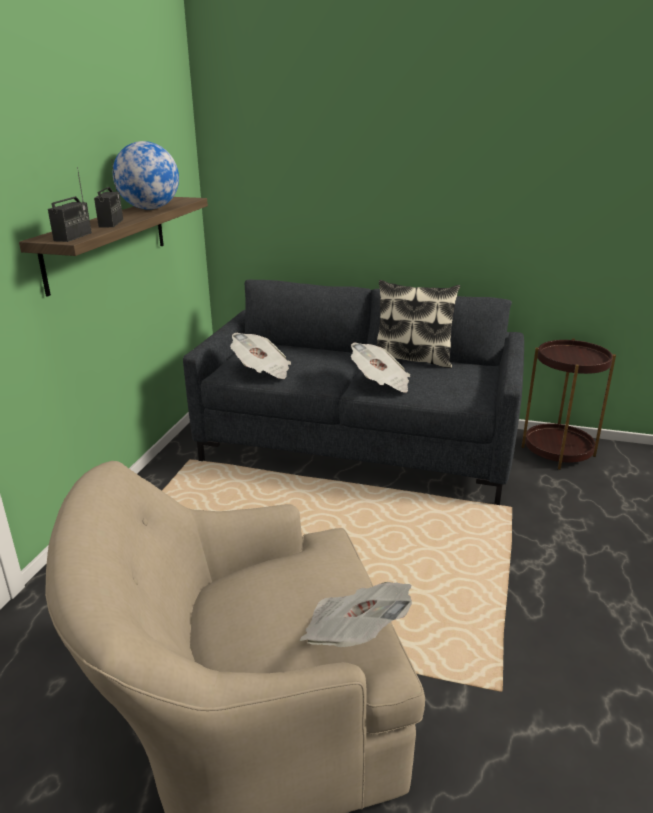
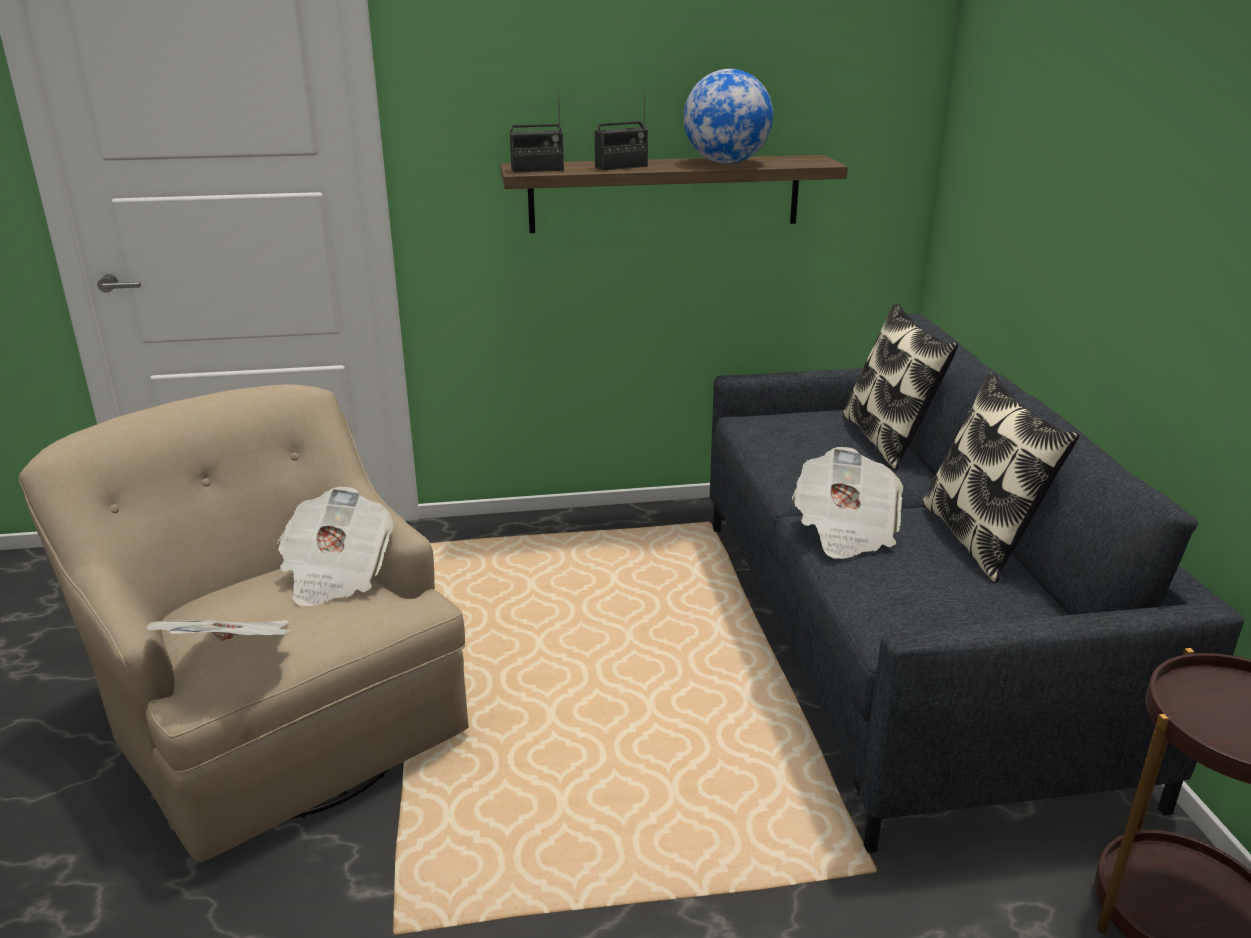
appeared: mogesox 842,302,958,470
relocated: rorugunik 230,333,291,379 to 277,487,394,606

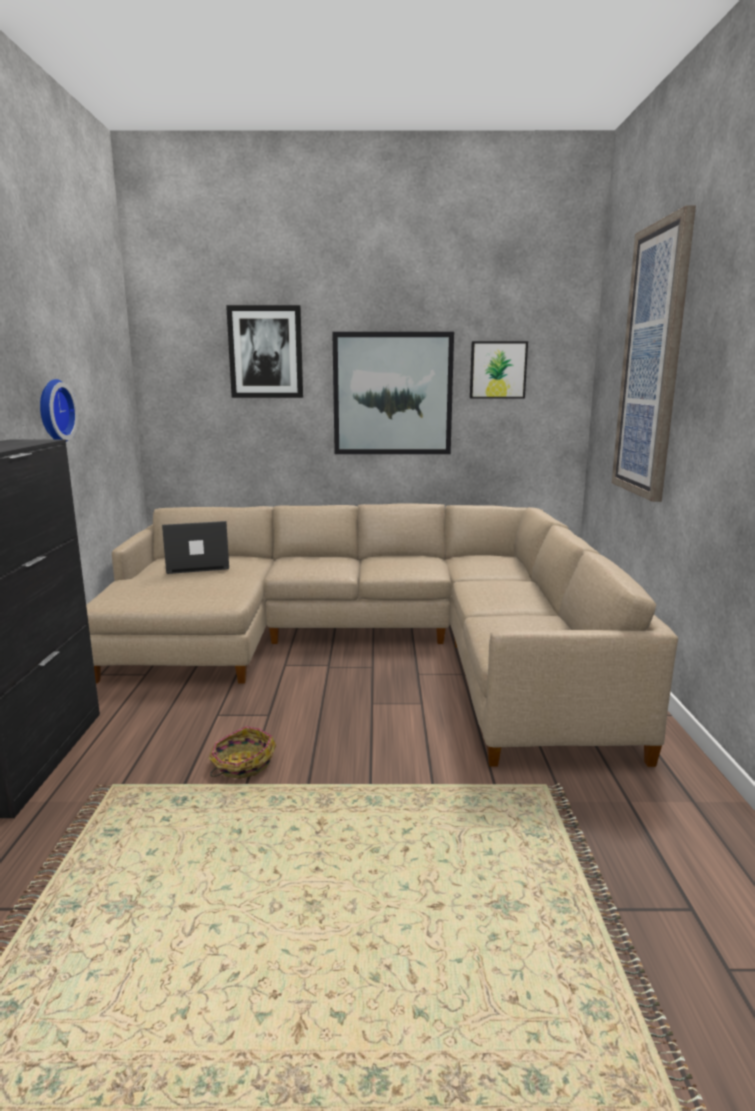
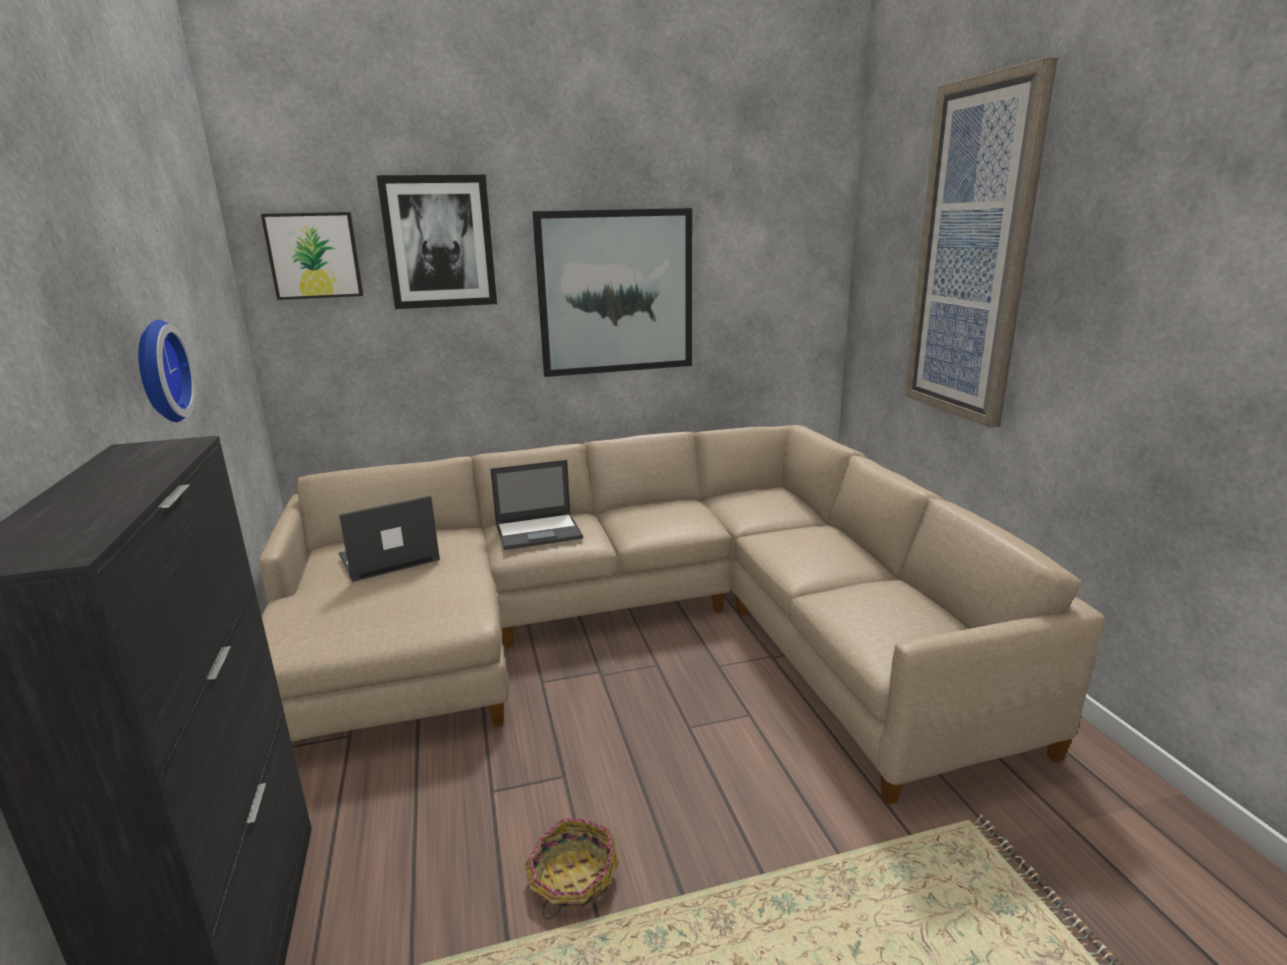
appeared: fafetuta 490,460,583,550
relocated: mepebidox 470,341,528,398 to 261,212,363,300

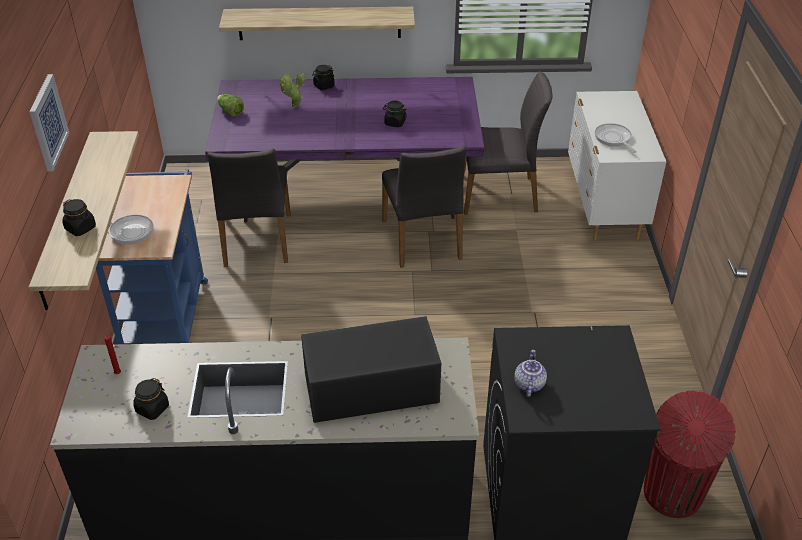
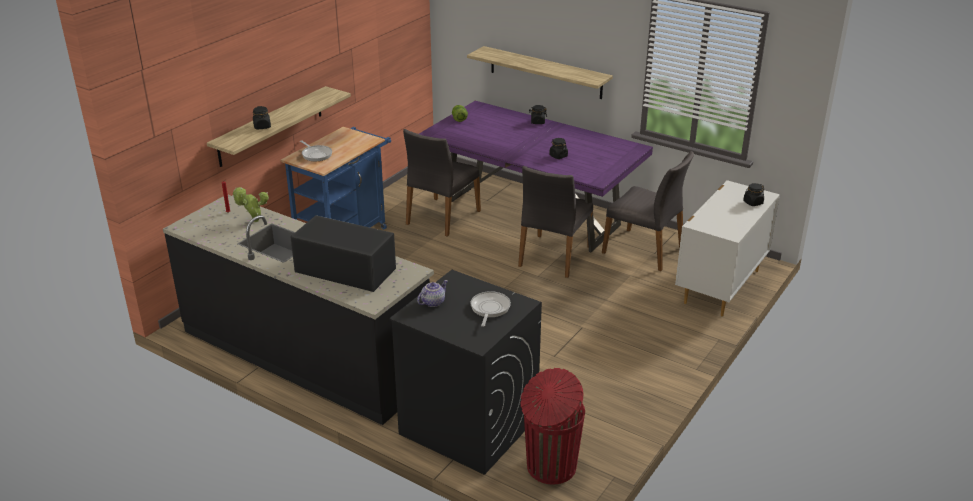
missing: mepebidox 29,74,69,172
relocated: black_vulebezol 133,378,169,420 to 743,183,764,206; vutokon 279,73,305,107 to 232,187,269,222; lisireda 595,123,637,153 to 470,291,511,327

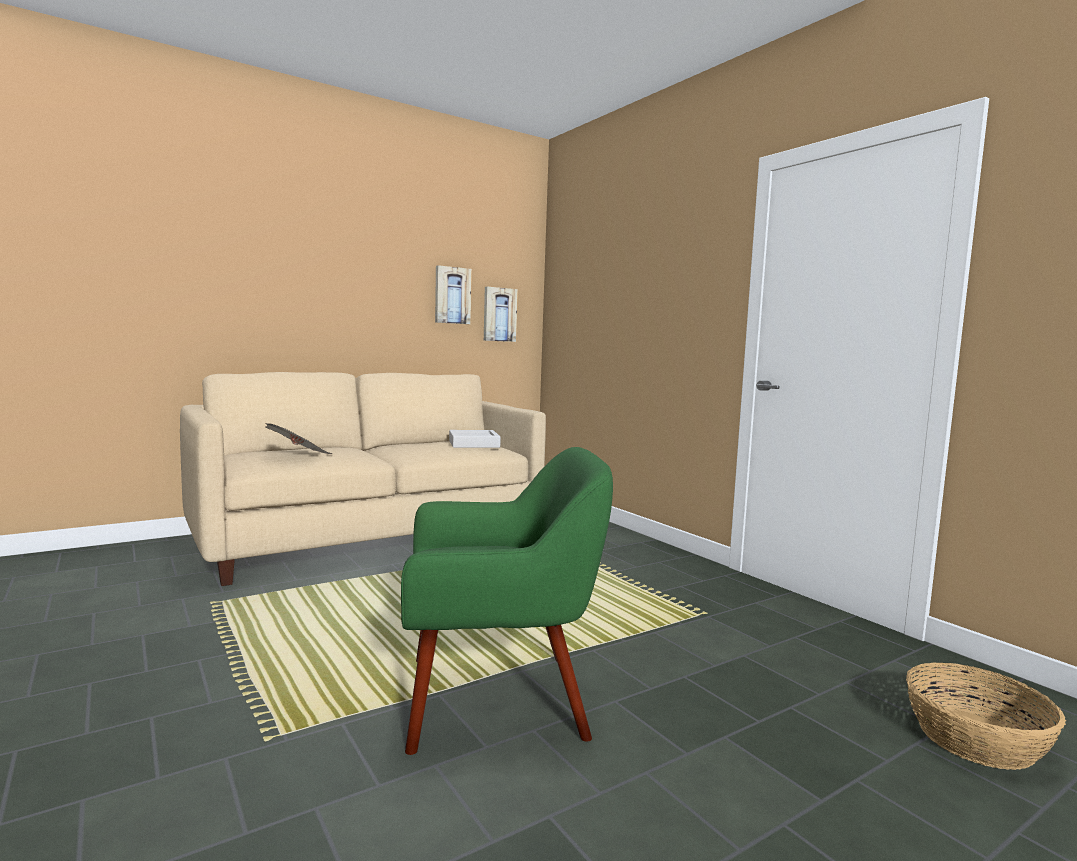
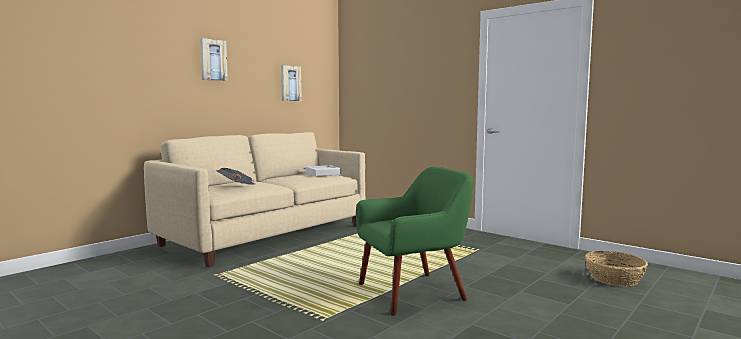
relocated: mepebidox 484,287,518,342 to 200,38,228,81

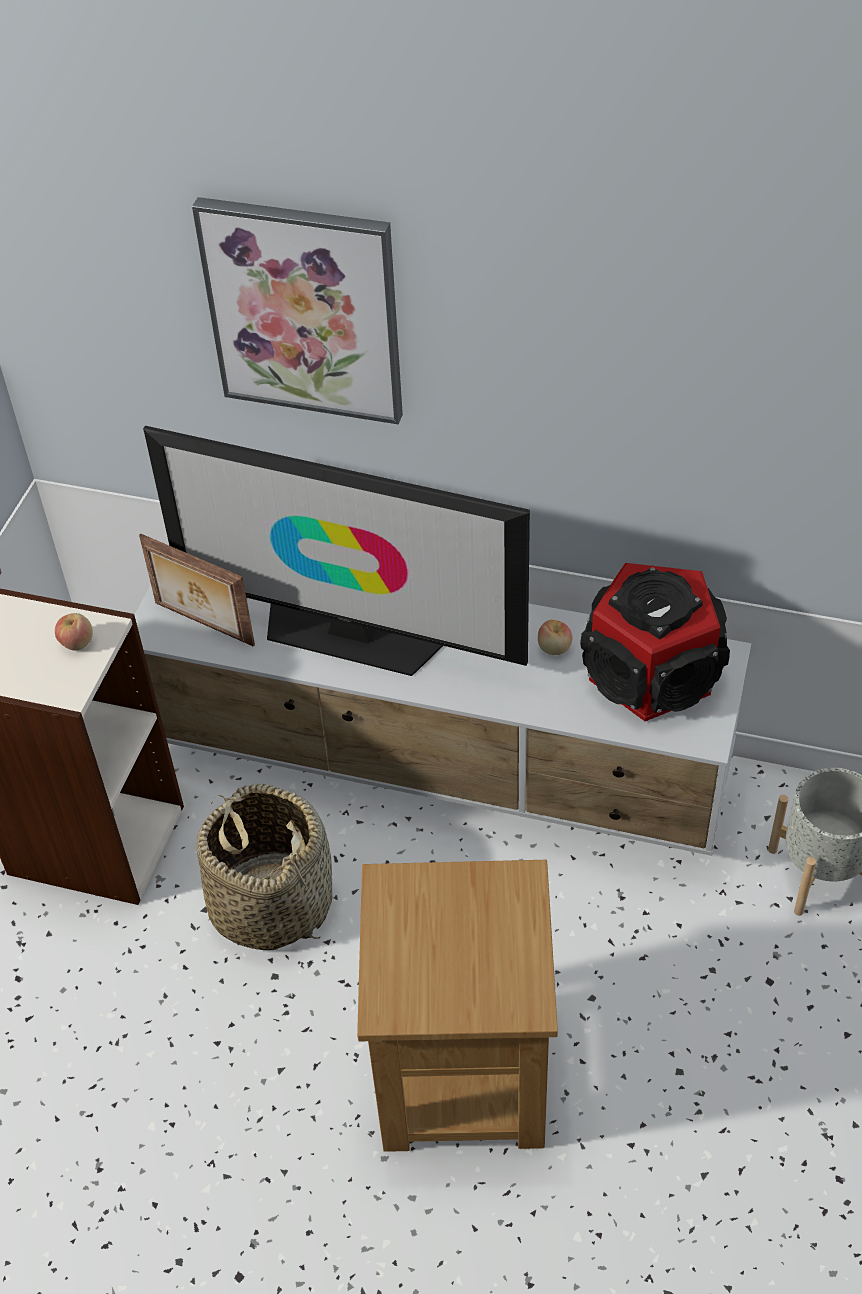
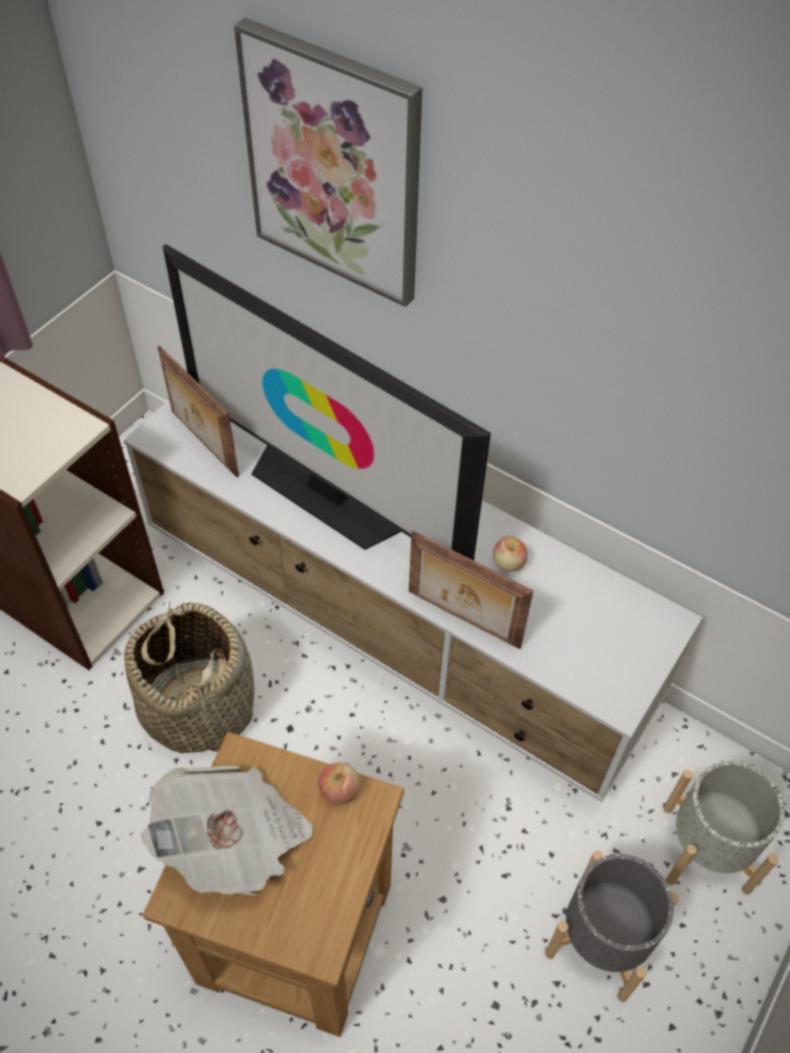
missing: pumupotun 580,563,730,721
appeared: rorugunik 141,766,313,896; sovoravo 409,531,534,649; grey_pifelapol 545,850,679,1002
relocated: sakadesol 55,613,93,651 to 318,762,359,805

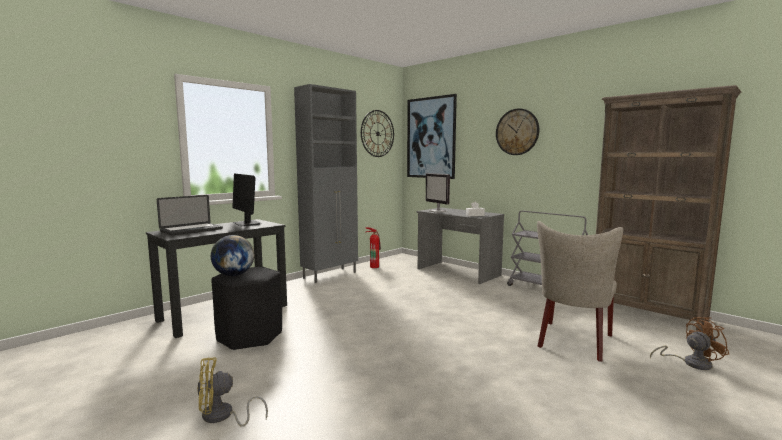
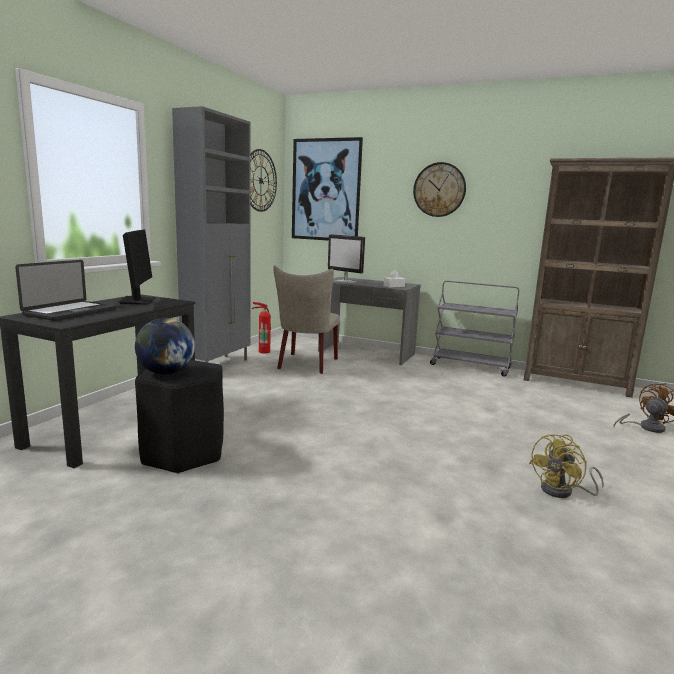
relocated: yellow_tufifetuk 197,357,268,427 to 529,434,604,498; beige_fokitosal 537,221,623,362 to 273,265,340,374
spun: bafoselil 232,173,260,226 = 119,229,156,304 135 degrees counterclockwise

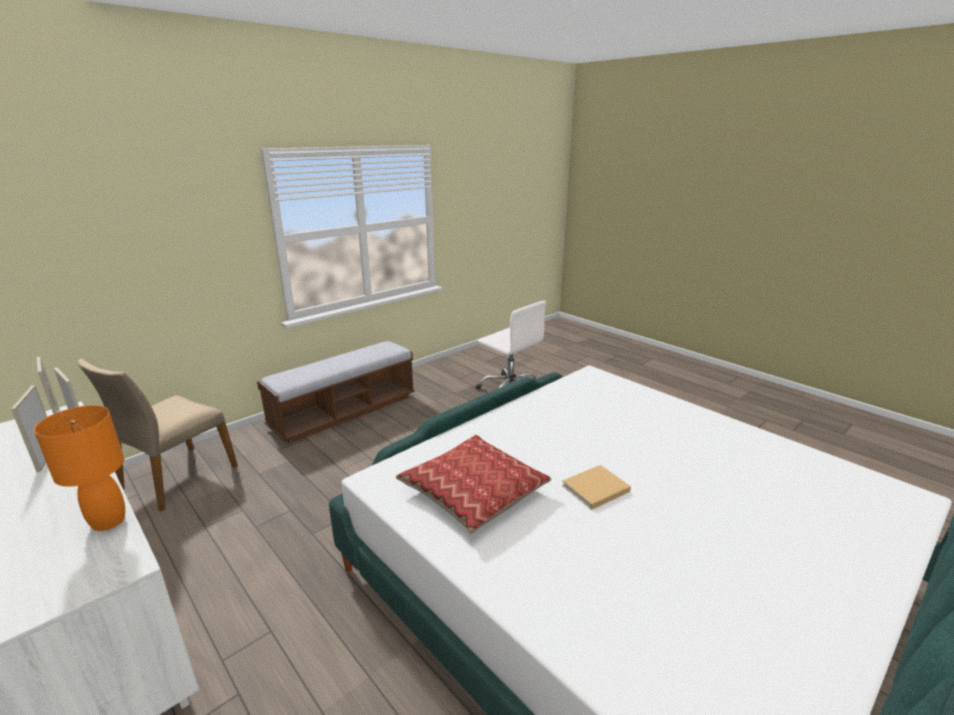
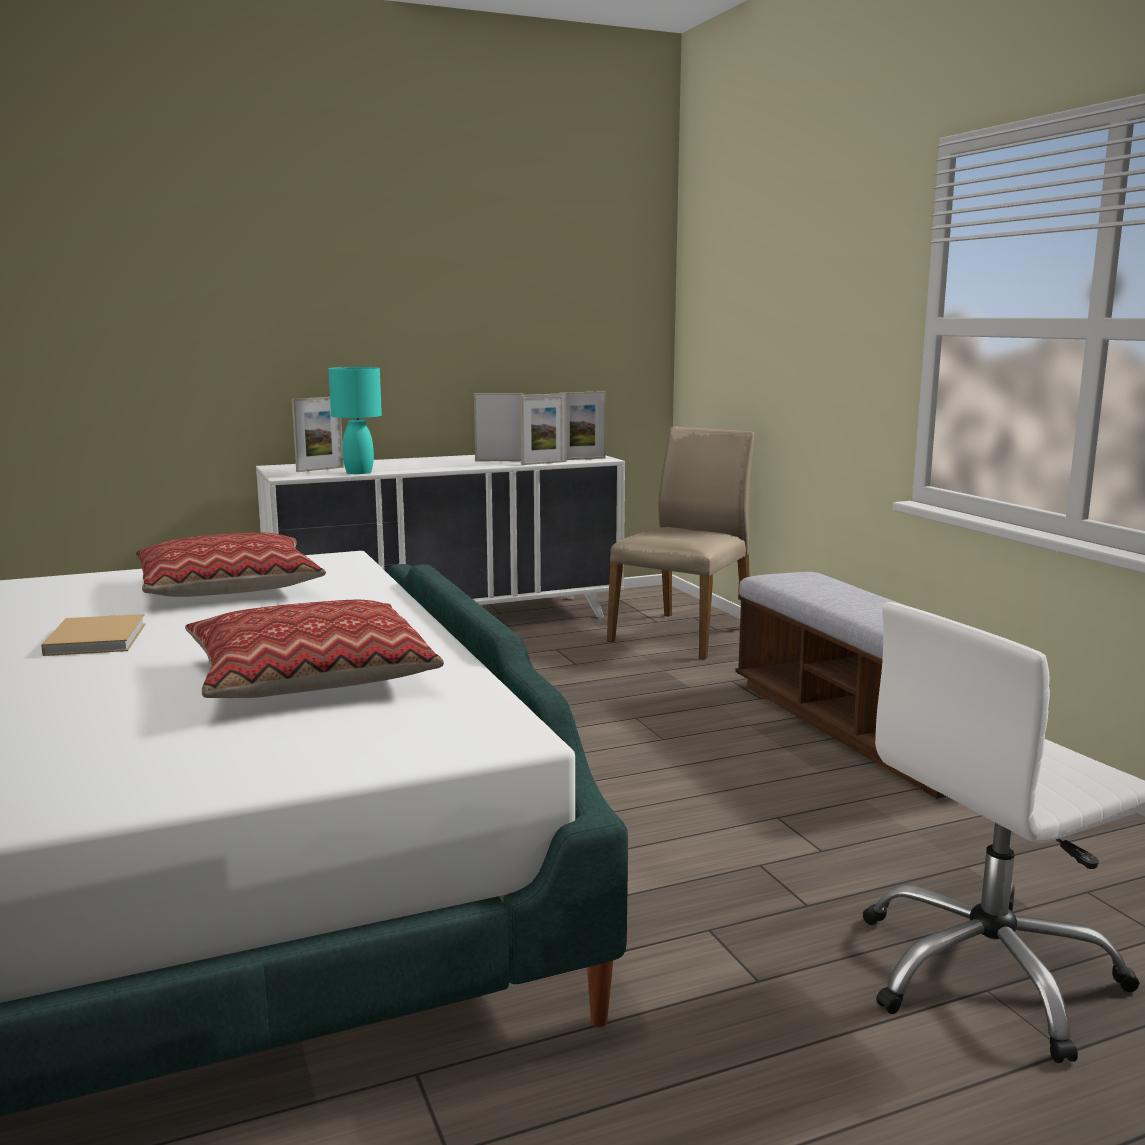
appeared: mogesox 185,600,444,698; sovoravo 292,397,344,472
colour: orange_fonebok 34,405,125,531 to turquoise_fonebok 329,367,382,474
spun: beige_fokitosal 78,359,238,511 = 607,427,754,660 75 degrees clockwise

